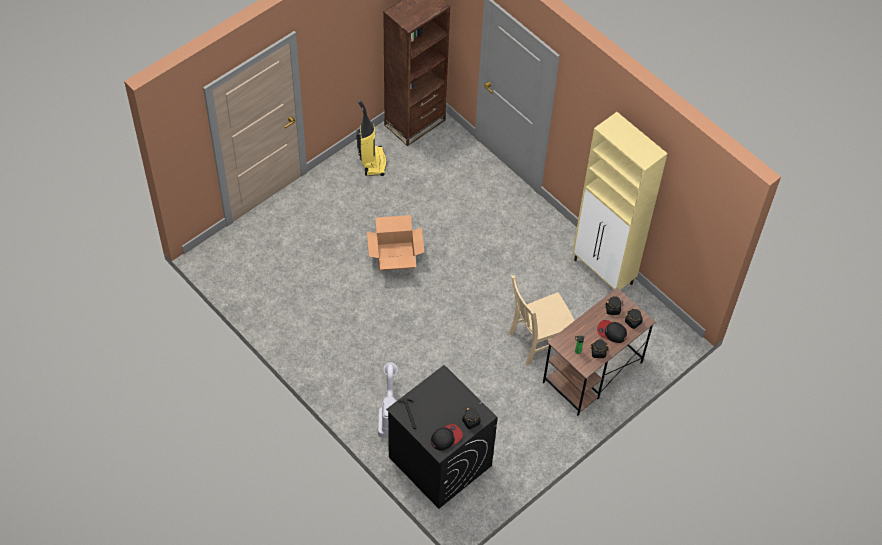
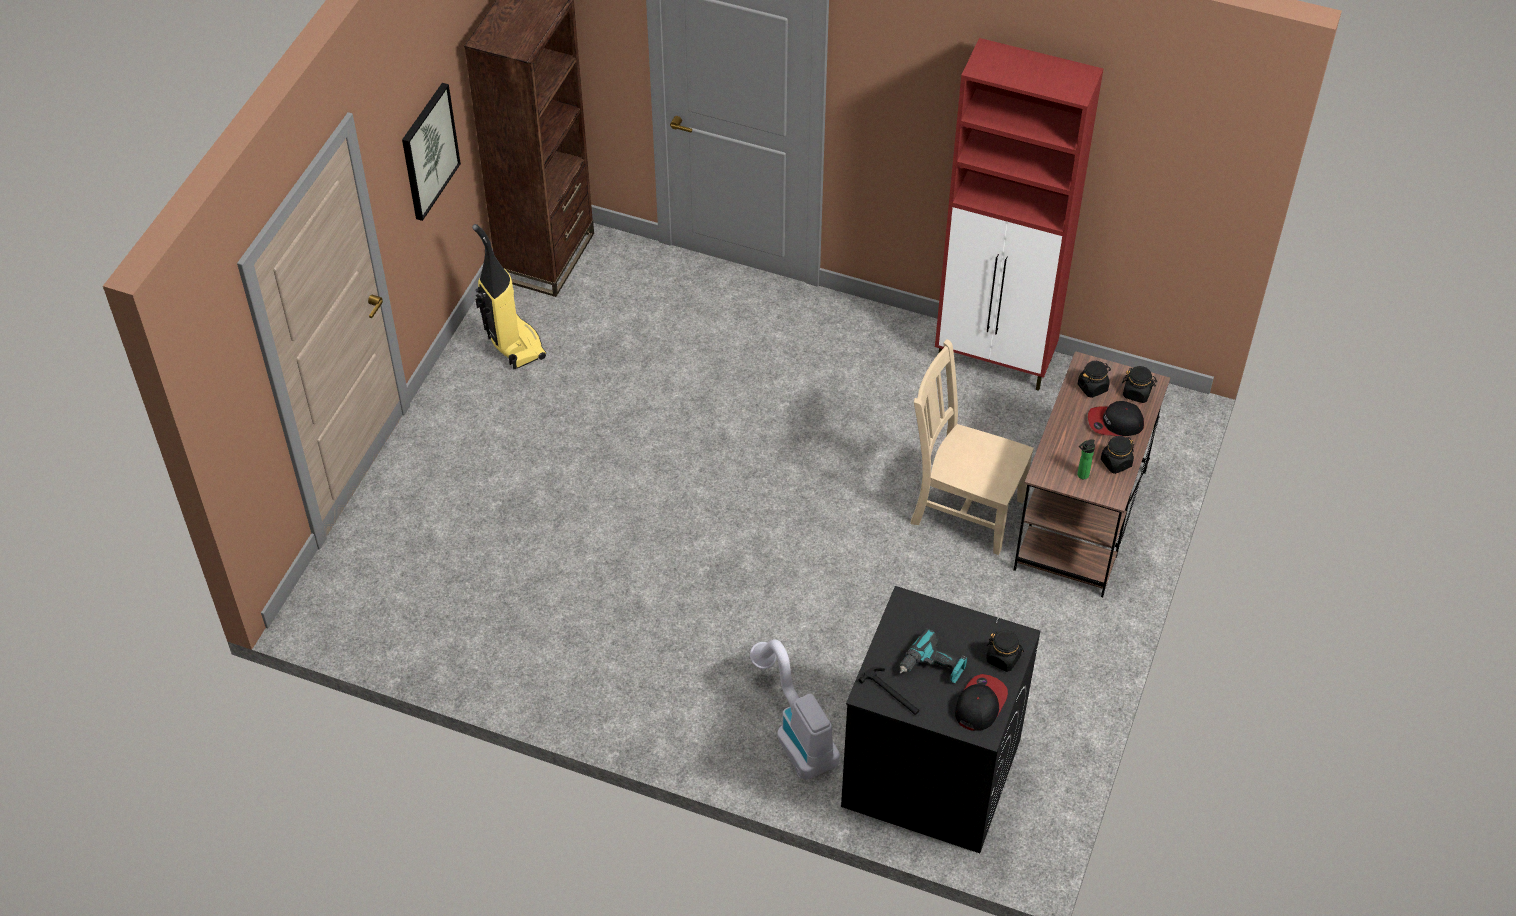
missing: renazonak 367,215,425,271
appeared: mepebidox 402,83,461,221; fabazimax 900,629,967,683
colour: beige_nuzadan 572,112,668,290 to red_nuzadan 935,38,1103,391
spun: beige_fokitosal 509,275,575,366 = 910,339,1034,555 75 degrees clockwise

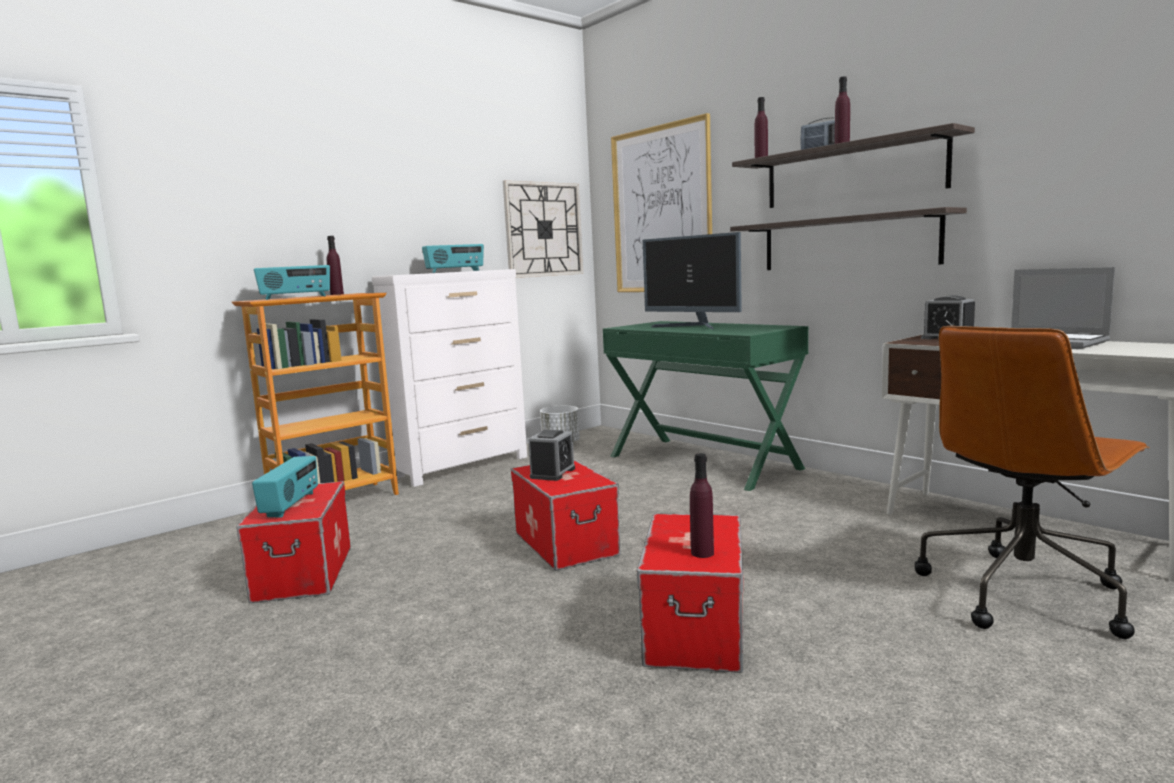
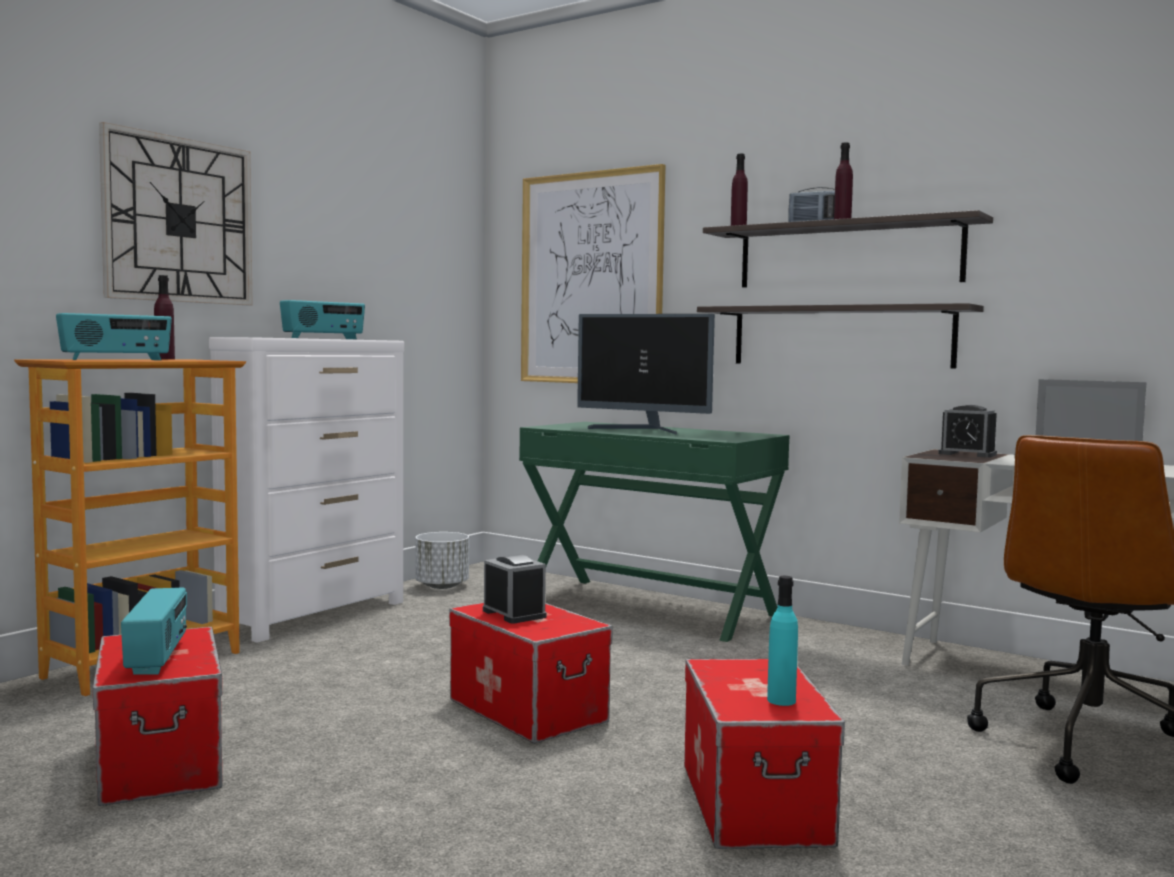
relocated: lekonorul 503,180,583,278 to 99,122,252,305
colour: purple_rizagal 690,453,714,558 to turquoise_rizagal 767,576,798,706
spun: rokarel 528,430,575,481 = 483,555,547,623 45 degrees counterclockwise

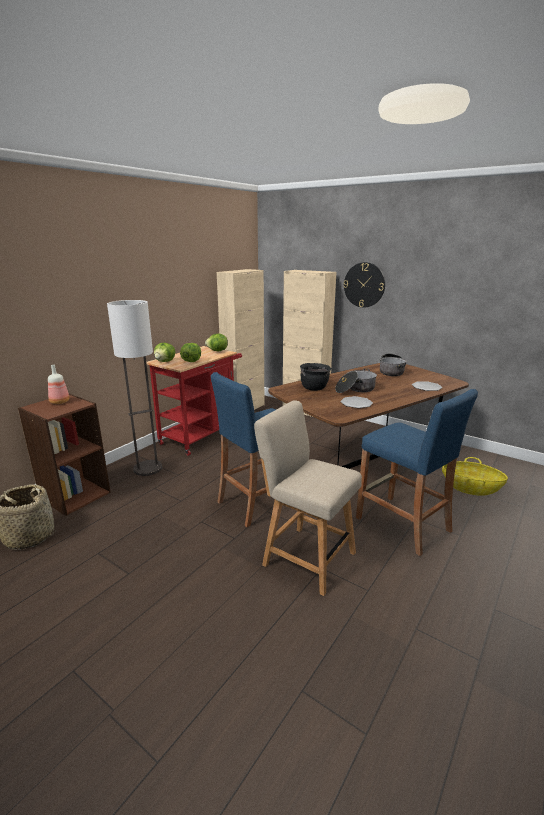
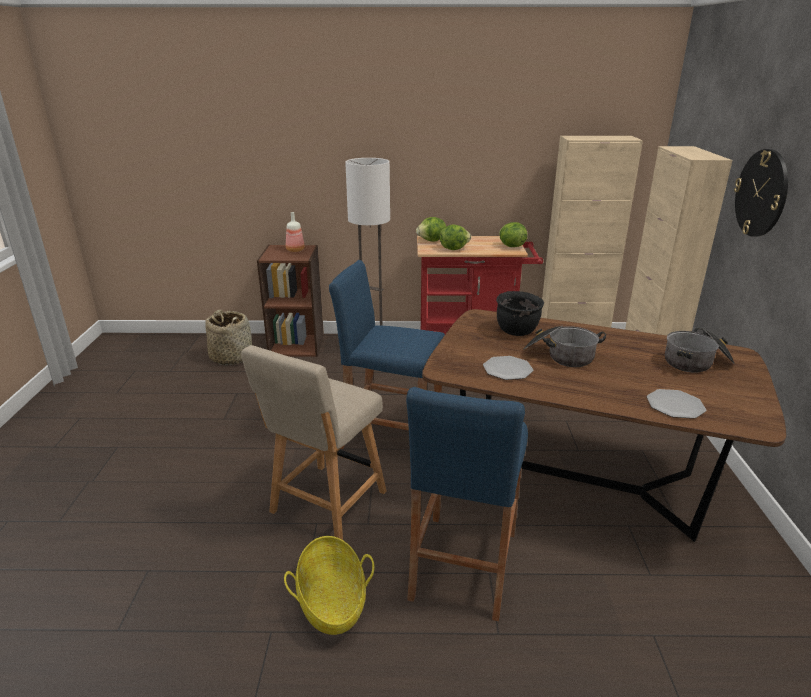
relocated: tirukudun 442,457,508,496 to 284,536,375,635
spun: beige_fokitosal 254,400,362,596 = 241,345,387,540 150 degrees counterclockwise

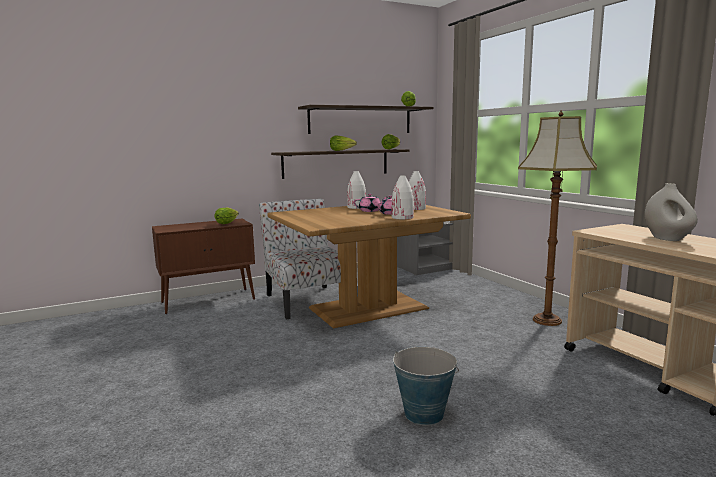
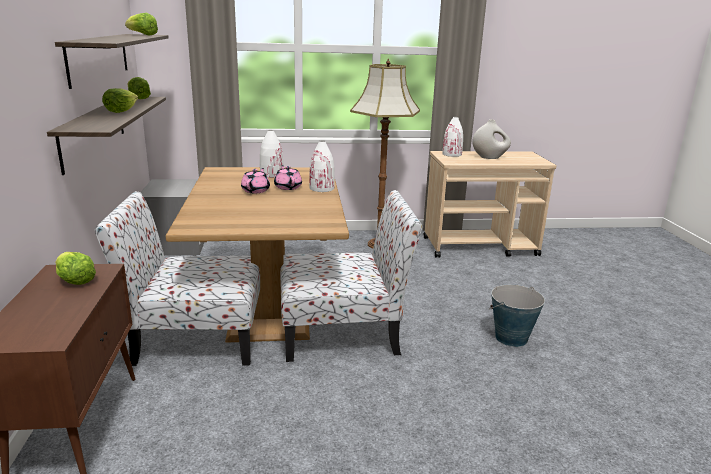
appeared: fokitosal 280,190,422,362
relocated: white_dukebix 347,171,366,209 to 442,117,463,157

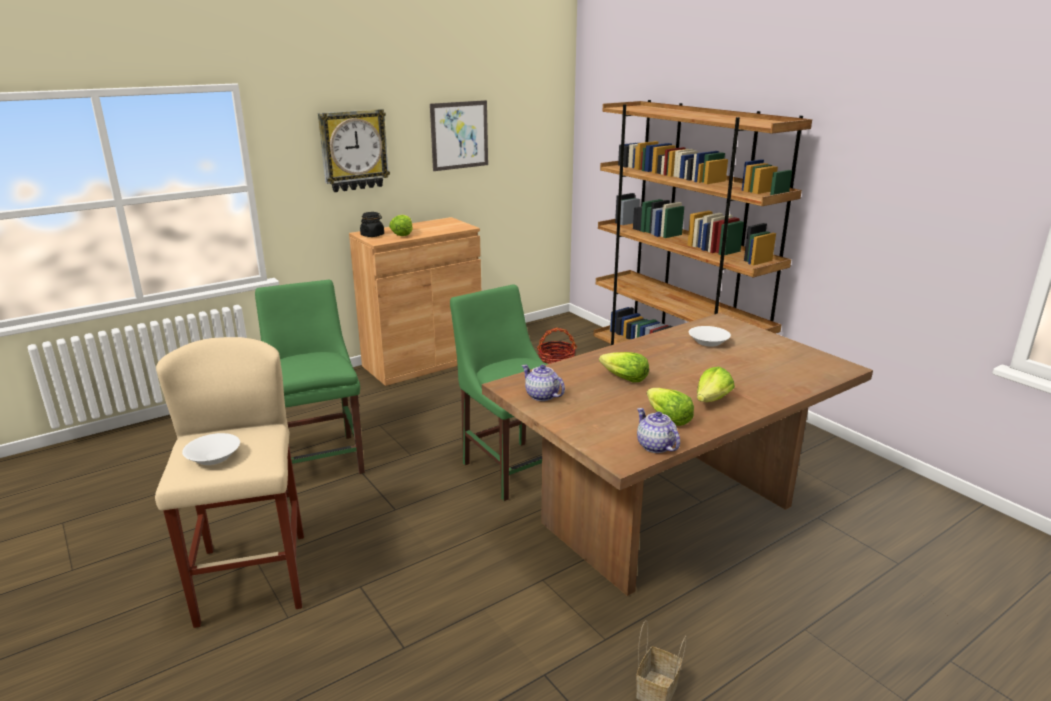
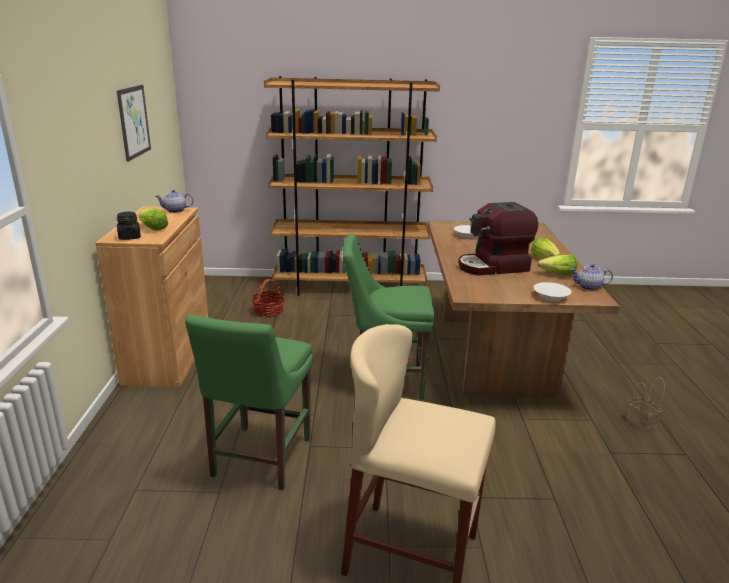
missing: lekonorul 318,109,390,192
relocated: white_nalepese 182,433,240,465 to 534,282,572,301; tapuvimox 522,365,565,401 to 155,190,193,213
exchanged: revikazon 599,352,649,382 to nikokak 458,202,538,275
spun: green_fokitosal 255,280,365,474 = 185,314,313,490 90 degrees counterclockwise

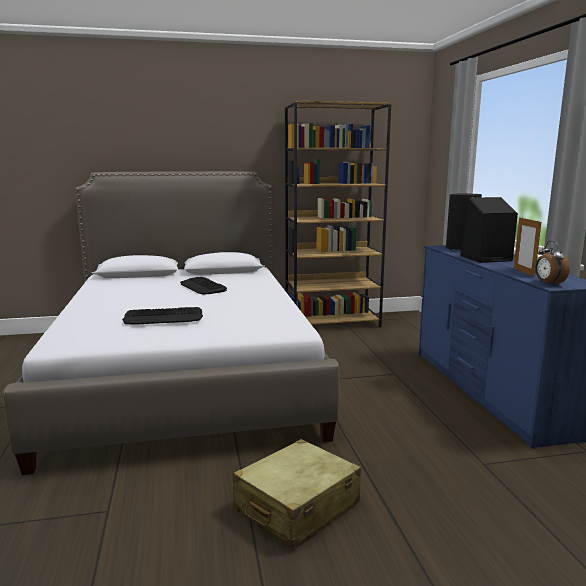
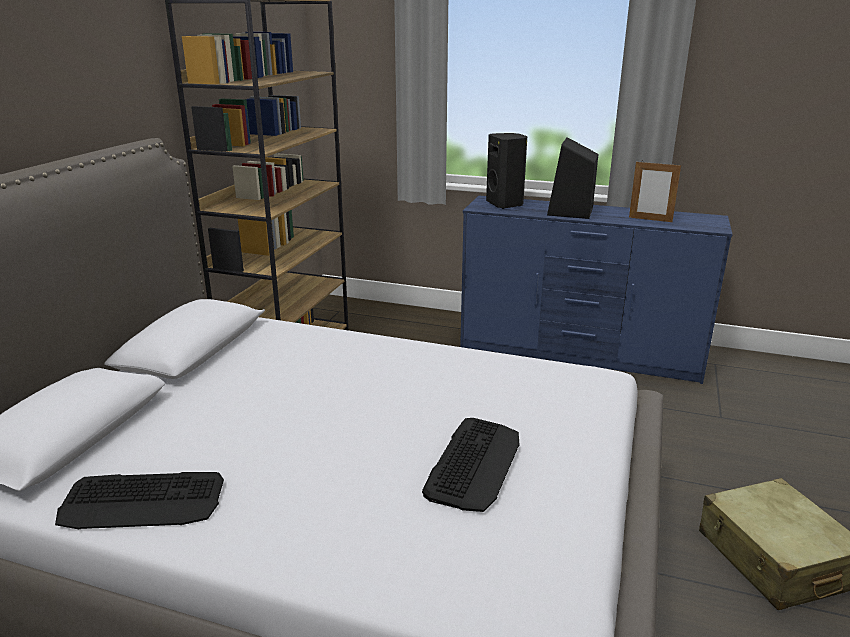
missing: rokarel 535,241,570,286
relocated: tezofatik 180,277,227,295 to 55,472,224,529

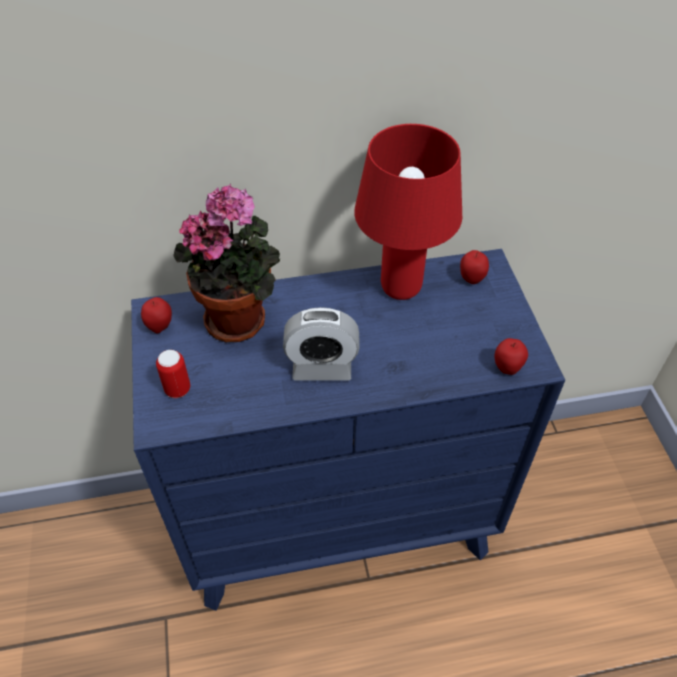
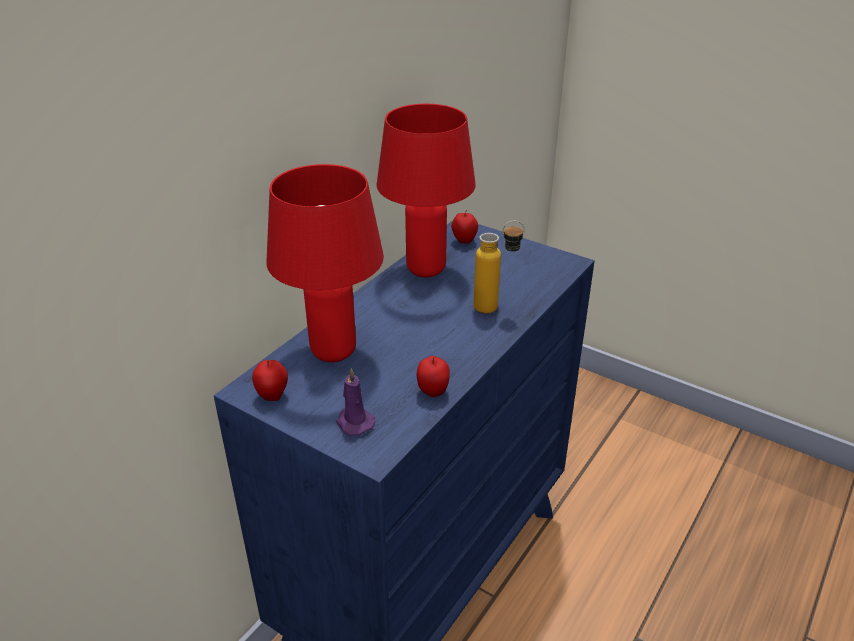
missing: rokarel 283,307,360,381
appeared: rizagal 474,220,525,314
relocated: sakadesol 494,338,528,375 to 417,356,450,397
exchanged: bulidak 156,350,190,398 to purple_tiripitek 336,368,375,436; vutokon 173,184,280,342 to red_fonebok 266,164,384,362

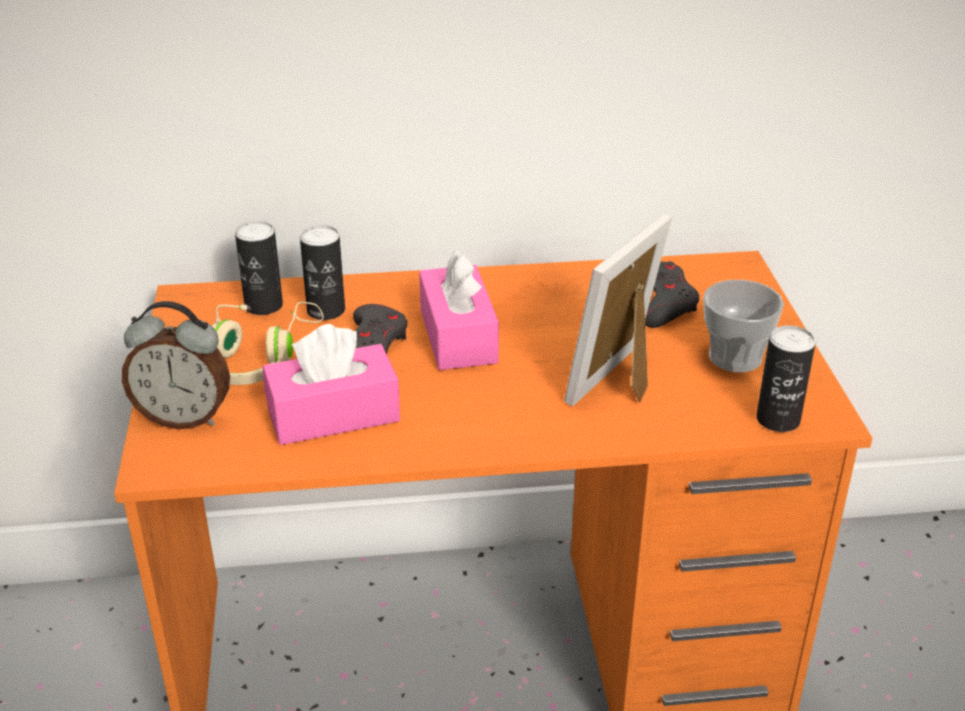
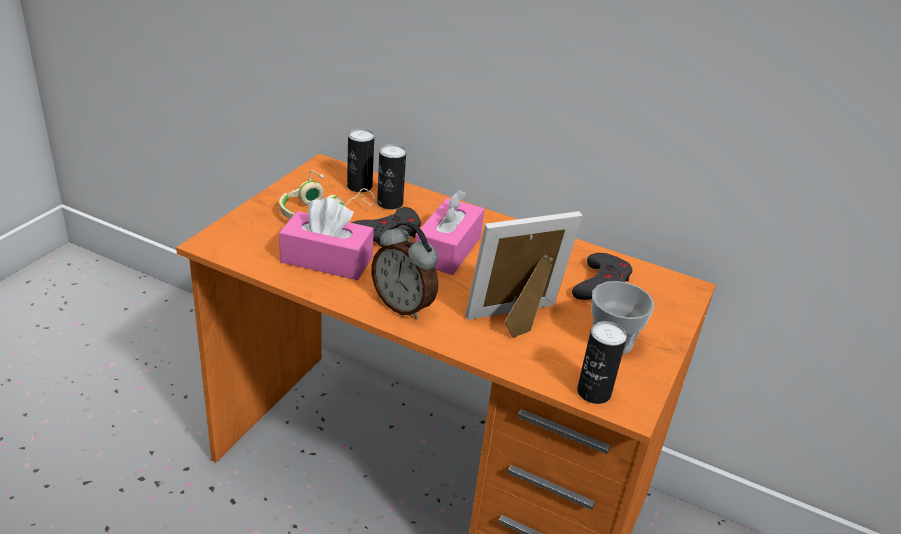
relocated: rokarel 122,301,230,429 to 372,222,438,319

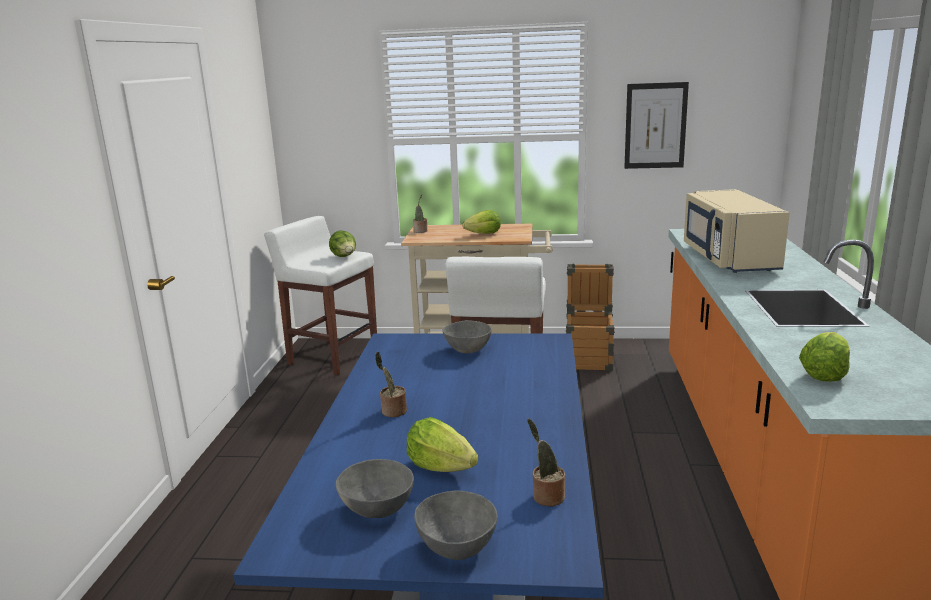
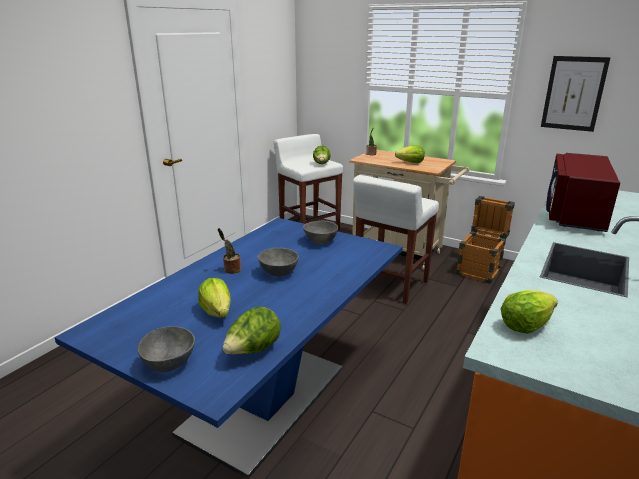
relocated: grey_nalepese 336,459,414,518 to 257,248,299,277
exchanged: vutokon 527,419,565,507 to revikazon 223,307,281,355
colour: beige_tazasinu 684,189,790,273 to red_tazasinu 546,153,620,232

